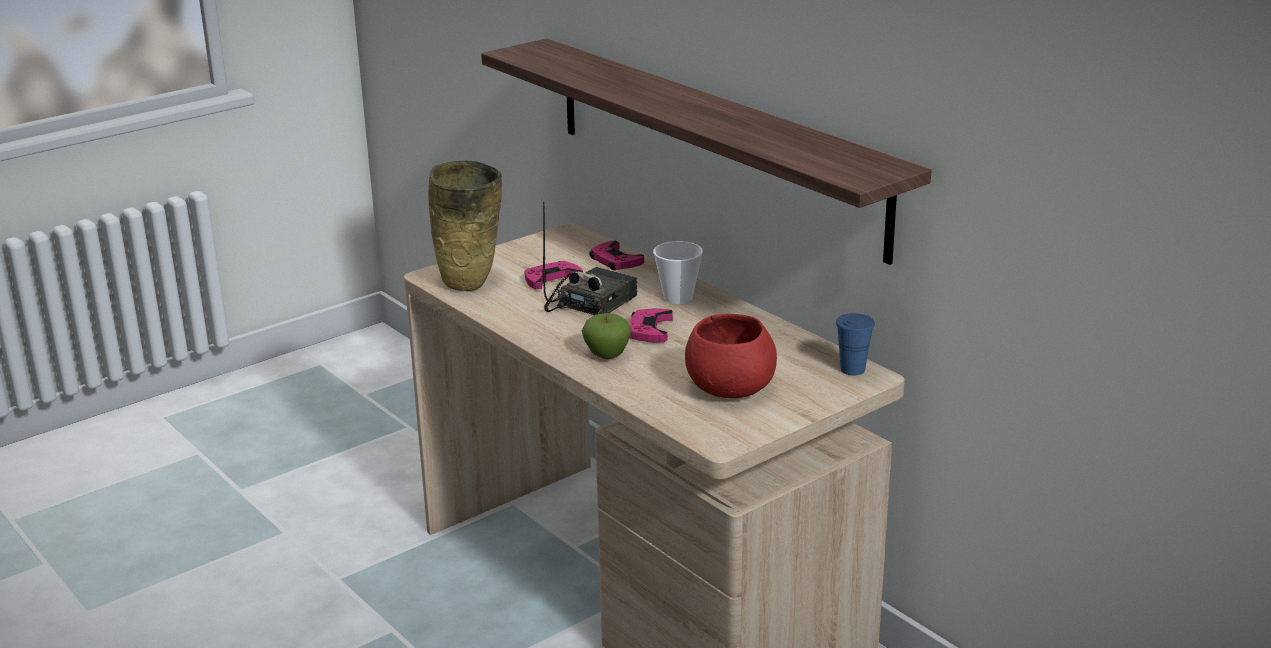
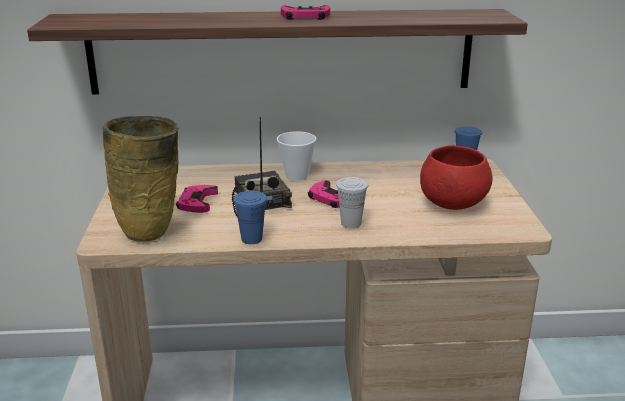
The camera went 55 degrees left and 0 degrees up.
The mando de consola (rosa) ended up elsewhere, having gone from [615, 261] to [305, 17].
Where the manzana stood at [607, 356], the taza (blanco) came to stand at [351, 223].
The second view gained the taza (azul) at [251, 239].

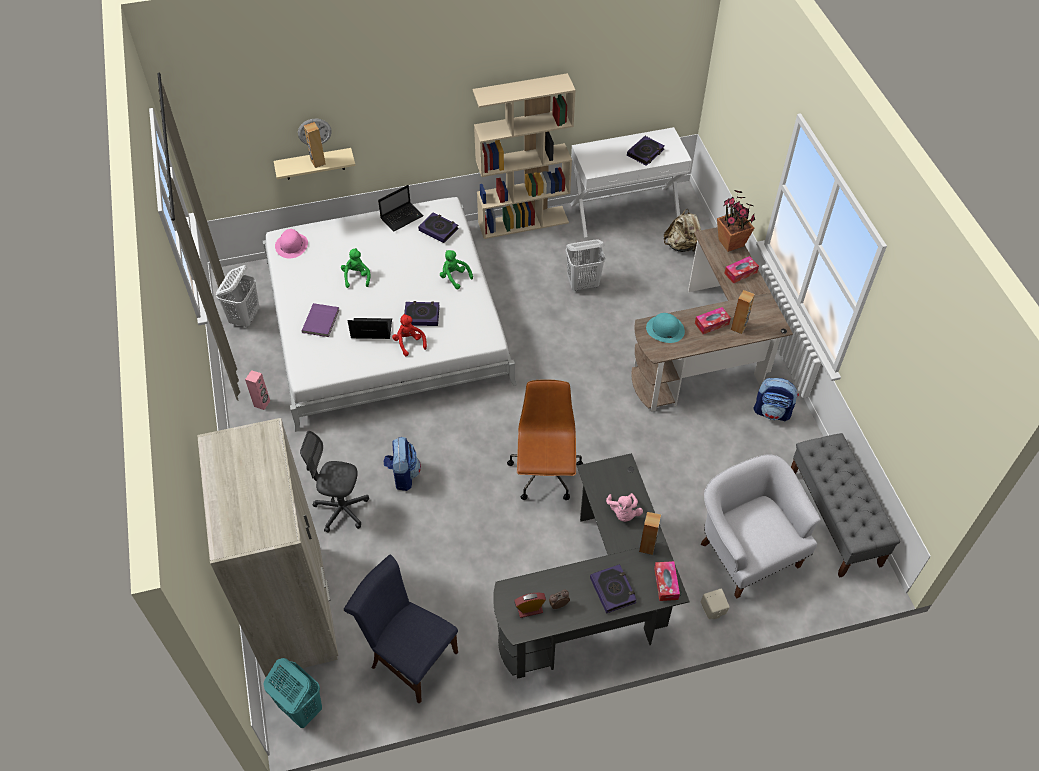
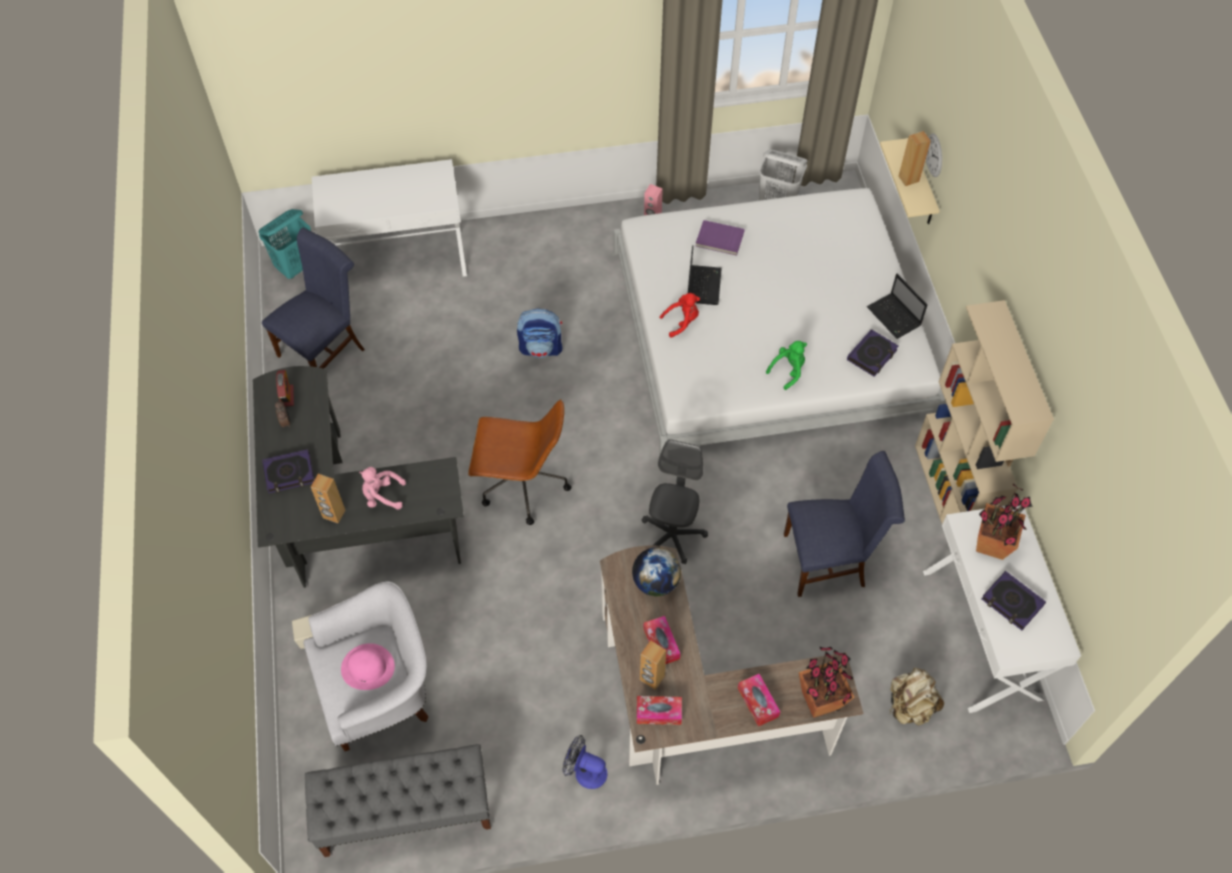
The camera went 95 degrees right and 5 degrees up.
The sombrero (rosa) ended up elsewhere, having gone from [291, 245] to [368, 667].
Where the cesto de la ropa (blanco) stood at [583, 284], the silla (azul) came to stand at [830, 560].
The second view lost the peluche (verde) at [356, 277].
The second view lost the libro at [421, 315].
Where the sombrero (turquesa) stood at [665, 329], the globo terráqueo came to stand at [656, 582].
Where the mochila stood at [772, 412], the ventilador came to stand at [585, 771].
Where the armario ropero (beis) stood at [294, 608], the mesa consola (blanco) came to stand at [399, 259].
The silla de oficina (gris) ended up elsewhere, having gone from [341, 510] to [672, 536].
The caja de pañuelos ended up elsewhere, having gone from [666, 583] to [658, 713].
The second view gained the planta en maceta at [991, 544].

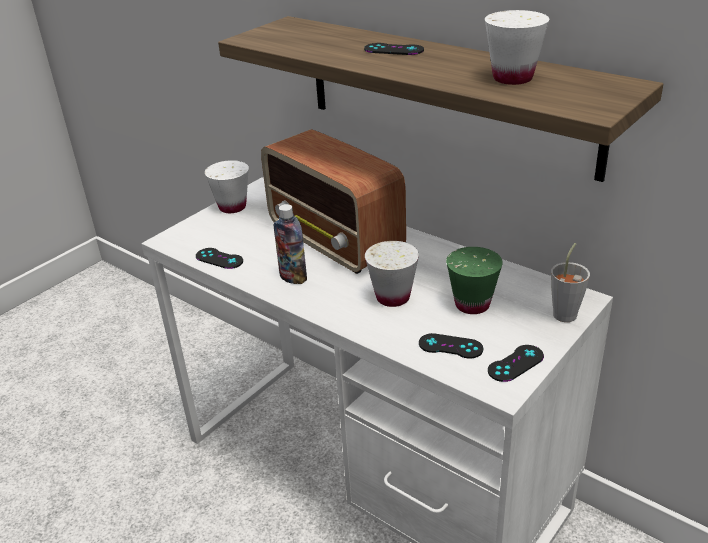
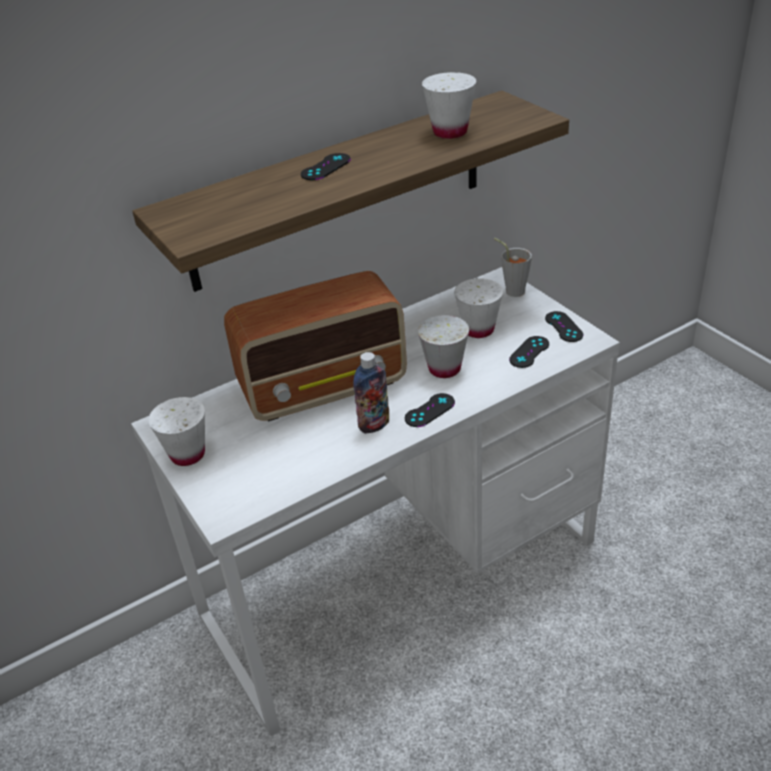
The camera went 70 degrees left and 5 degrees up.
What was the taza (verde) at [472, 304] turned into the taza (blanco) at [478, 330].
The mando de consola (negro) ended up elsewhere, having gone from [219, 258] to [429, 410].

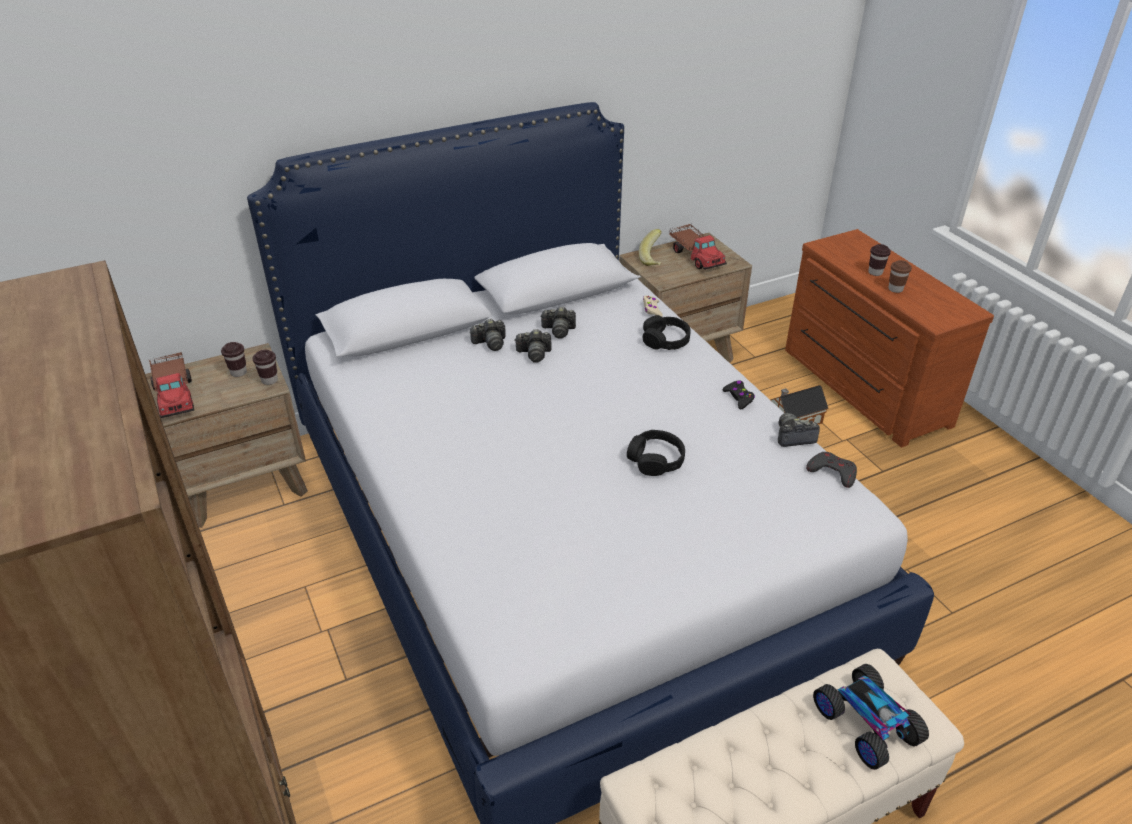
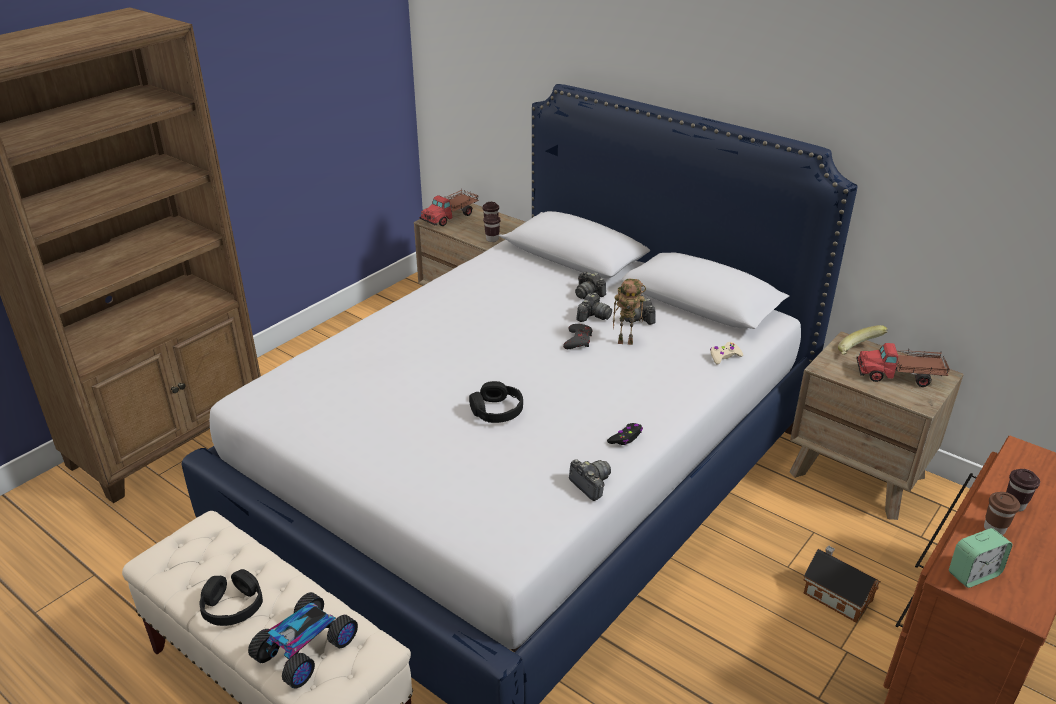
The camera went 65 degrees right and 5 degrees down.
The camión de juguete at [696, 256] ended up facing another way, 60 degrees clockwise from before.
The auriculares (negro) ended up elsewhere, having gone from [665, 340] to [233, 606].
The cámara at [534, 354] ended up facing another way, 120 degrees counterclockwise from before.
The mando de consola (gris) ended up elsewhere, having gone from [832, 472] to [578, 340].
The second view gained the robot de juguete at [626, 341].
The second view gained the despertador at [973, 574].

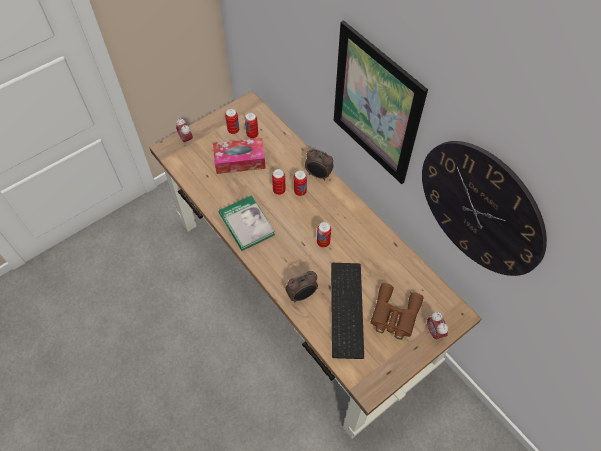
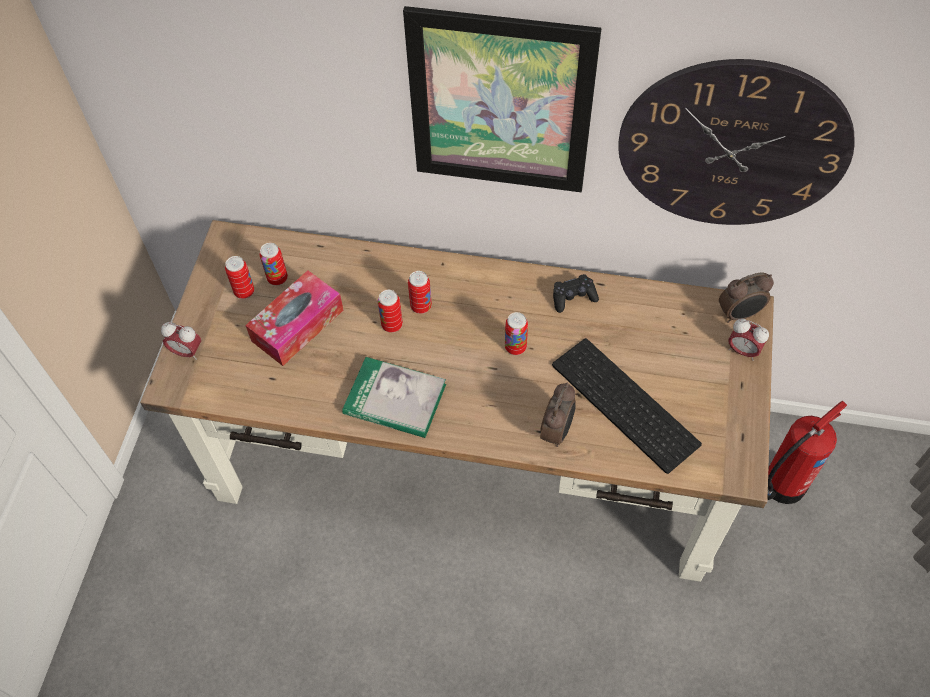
The camera went 40 degrees left and 0 degrees up.
The despertador ended up elsewhere, having gone from [318, 175] to [739, 314].
The second view lost the prismáticos (marrón) at [394, 315].
The second view gained the mando de consola (negro) at [573, 297].
The second view gained the extintor at [781, 485].

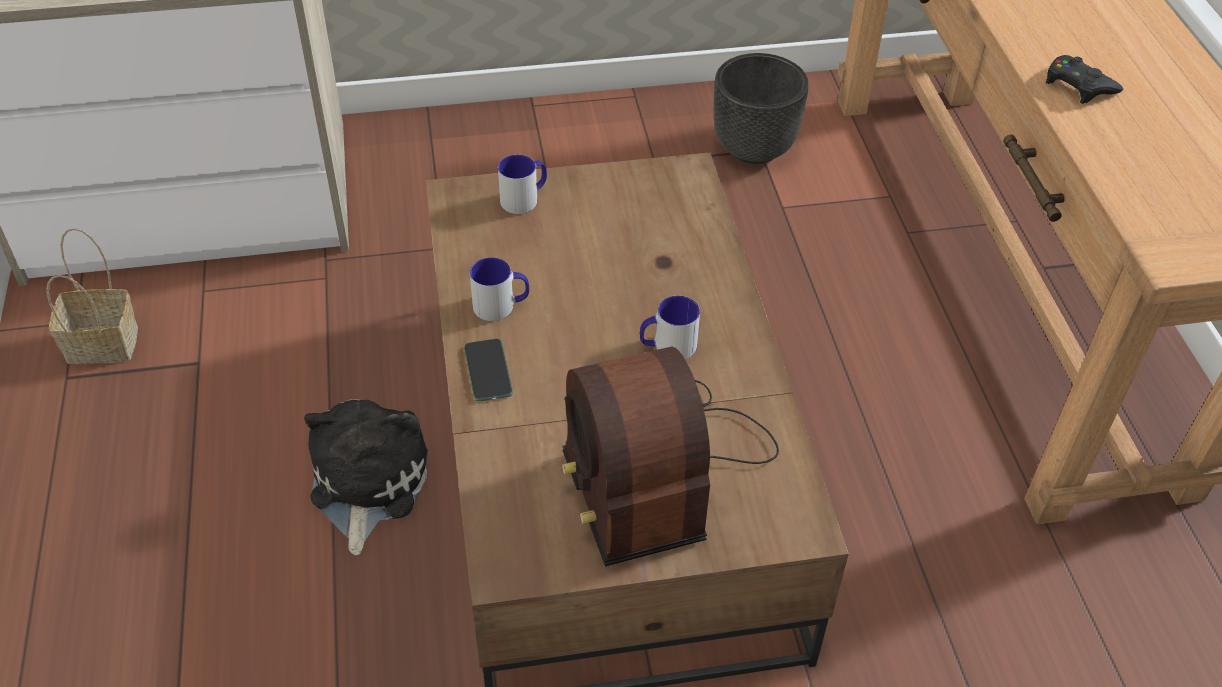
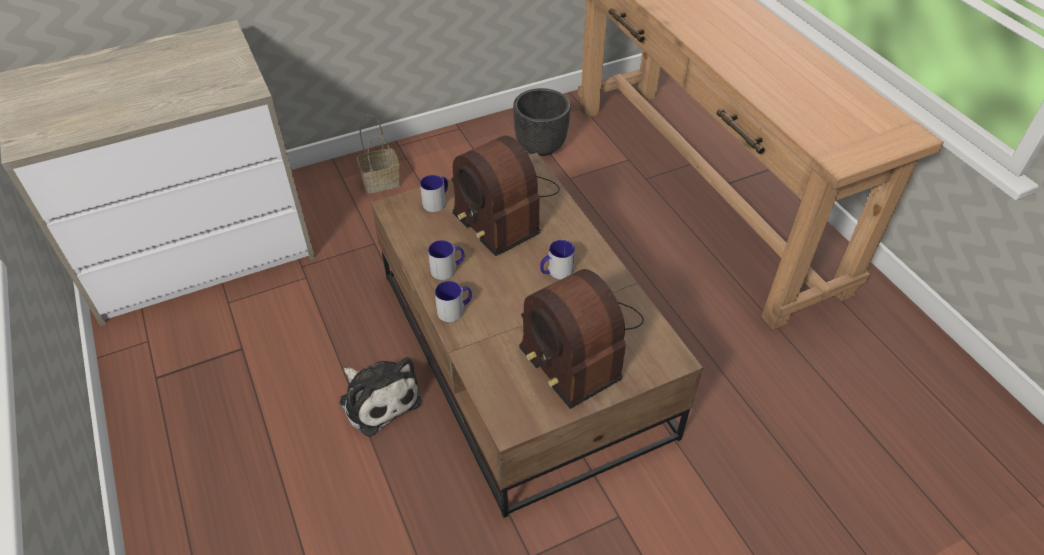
The camera went 15 degrees left and 0 degrees up.
The second view lost the mando de consola (negro) at [1078, 85].
The cesta ended up elsewhere, having gone from [105, 343] to [382, 181].
Where the móvil stood at [488, 371], the taza grande came to stand at [455, 310].
The peluche at [366, 484] ended up facing another way, 150 degrees clockwise from before.
The second view gained the radio at [504, 209].

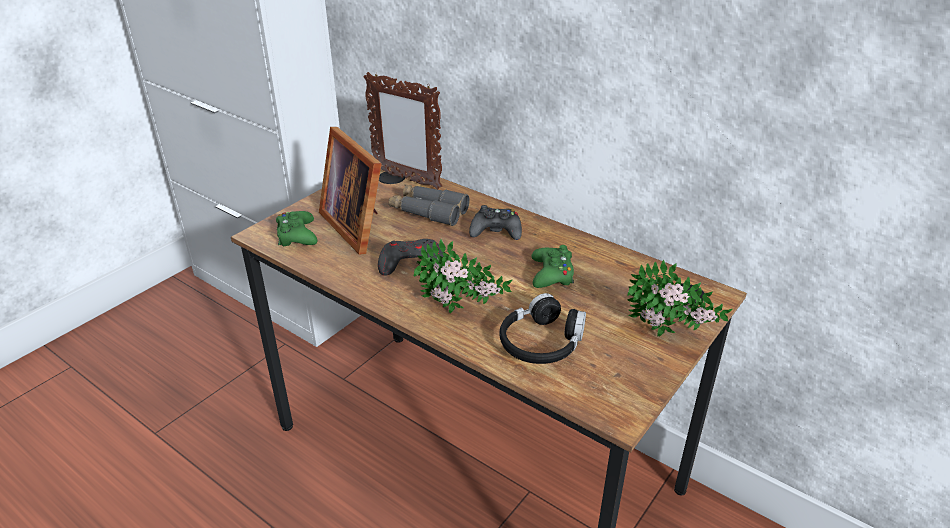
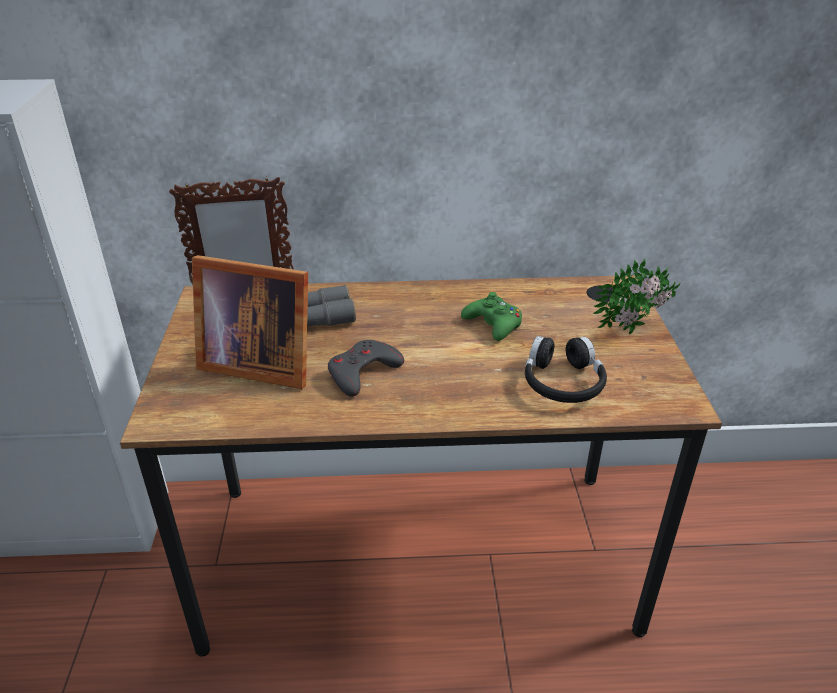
The camera went 40 degrees left and 0 degrees up.
The second view lost the mando de consola (negro) at [496, 231].
The second view lost the mando de consola (verde) at [297, 235].
The second view lost the planta en maceta at [461, 310].

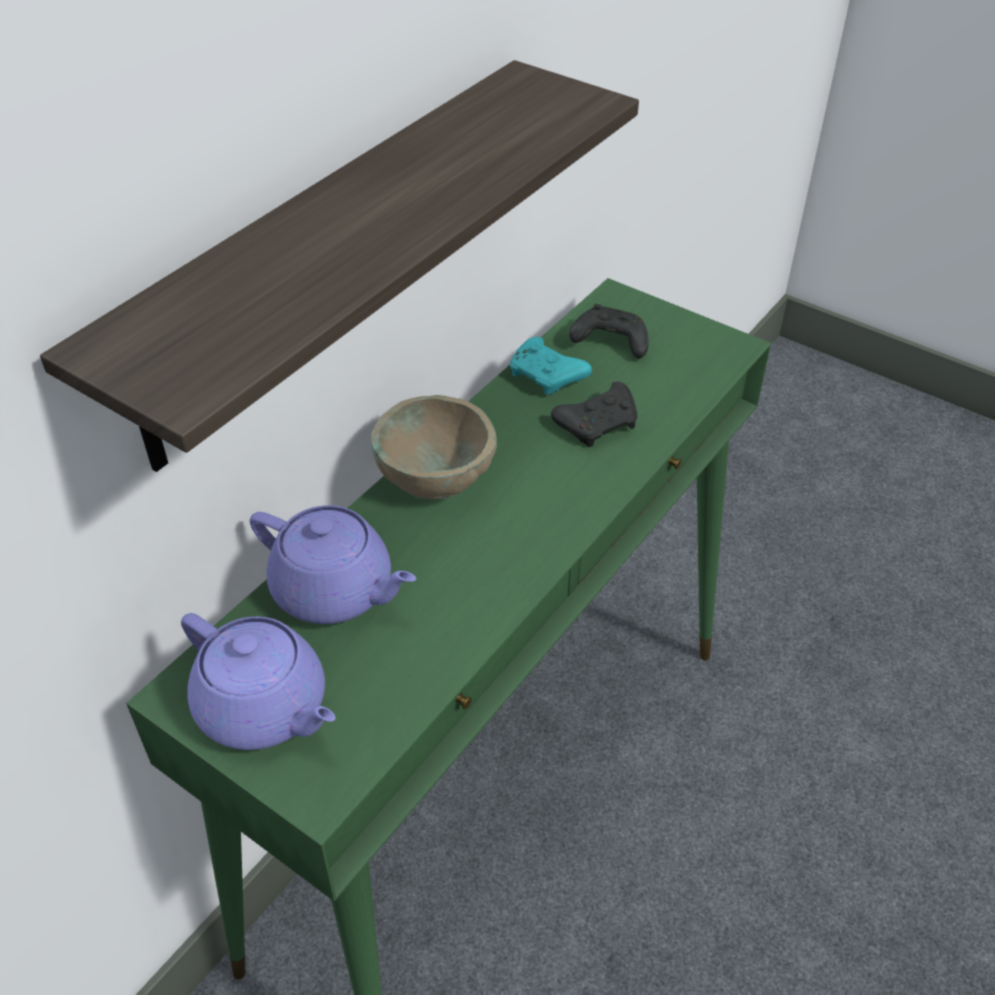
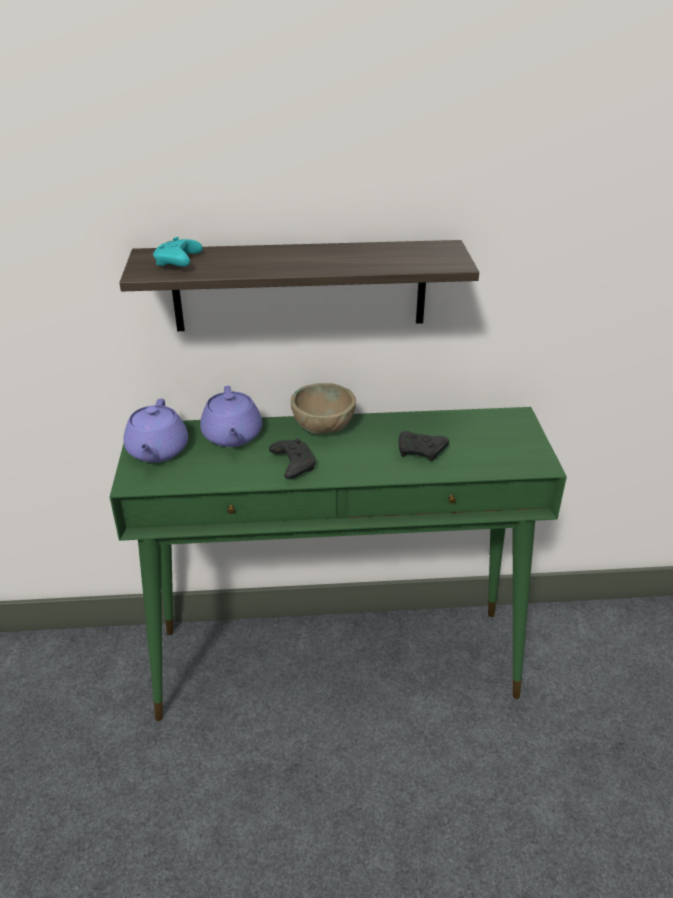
The camera went 50 degrees right and 10 degrees down.
The mando de consola (negro) ended up elsewhere, having gone from [609, 342] to [293, 464].
The mando de consola (turquesa) ended up elsewhere, having gone from [547, 377] to [178, 263].

